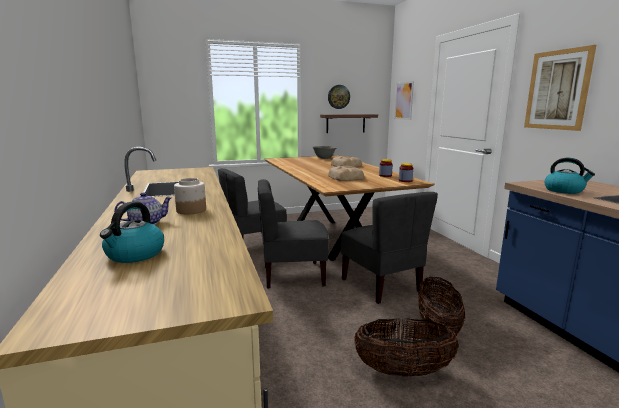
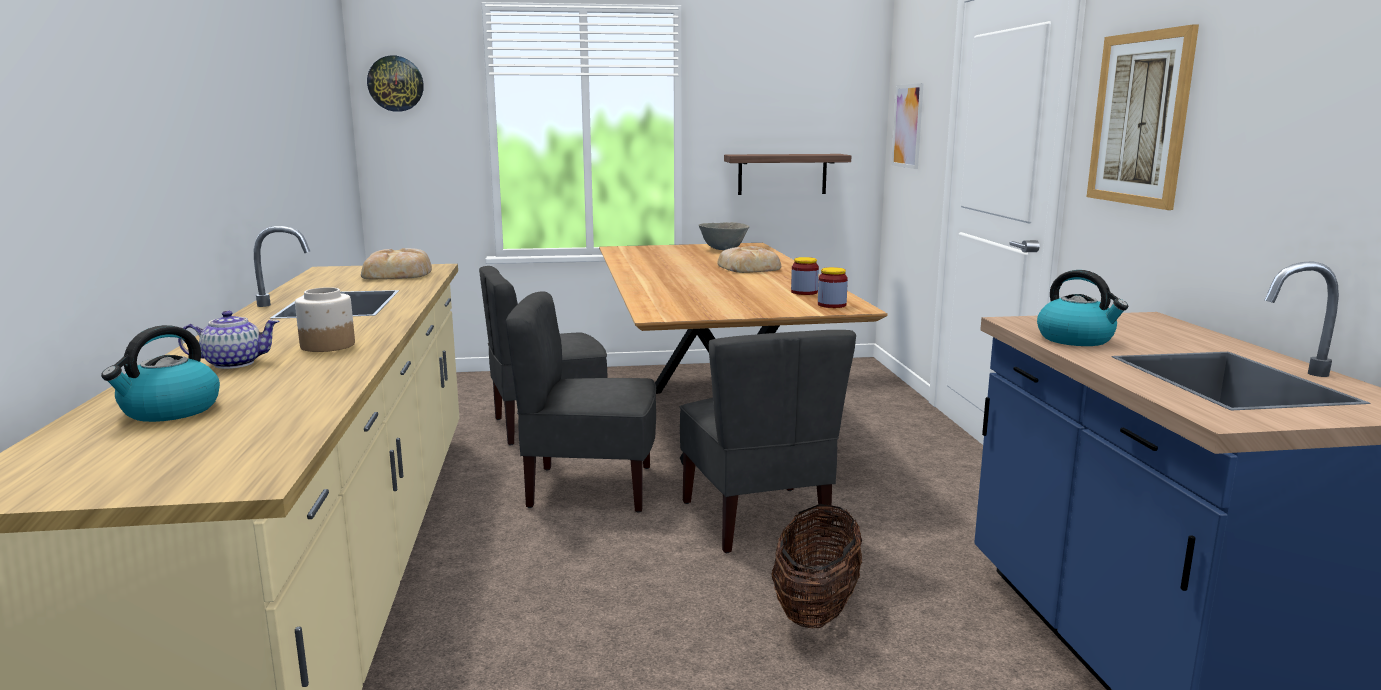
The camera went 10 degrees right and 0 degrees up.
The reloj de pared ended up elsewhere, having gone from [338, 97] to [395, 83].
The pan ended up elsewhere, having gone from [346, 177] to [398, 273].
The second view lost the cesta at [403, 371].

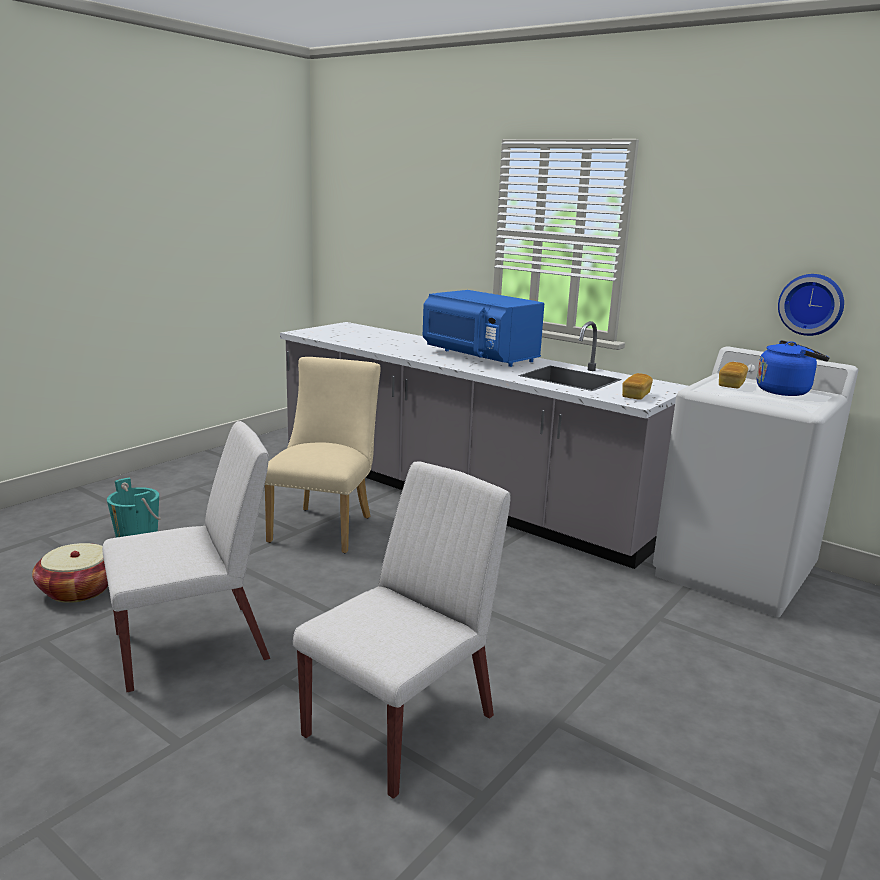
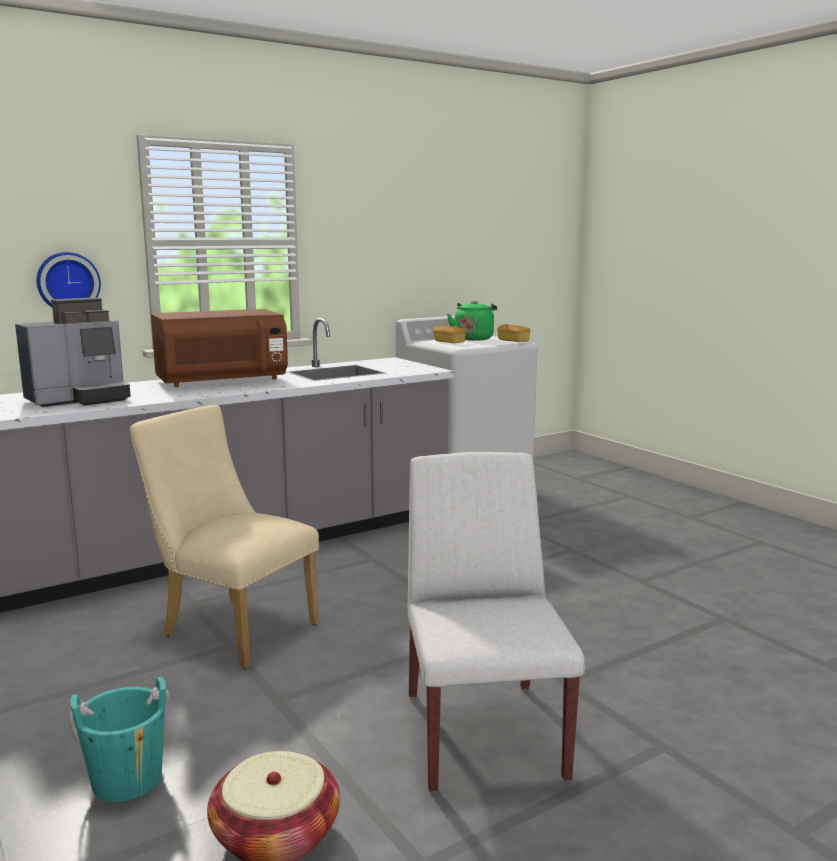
The camera went 70 degrees left and 5 degrees down.
The reloj de pared ended up elsewhere, having gone from [811, 304] to [68, 282].
What was the microondas (azul) at [480, 357] turned into the microondas (marrón) at [222, 381].
What was the hervidor (azul) at [786, 391] turned into the hervidor (verde) at [474, 338].
The pan ended up elsewhere, having gone from [636, 396] to [513, 341].
The second view lost the silla (blanco) at [401, 725].
The second view gained the cafetera at [80, 399].

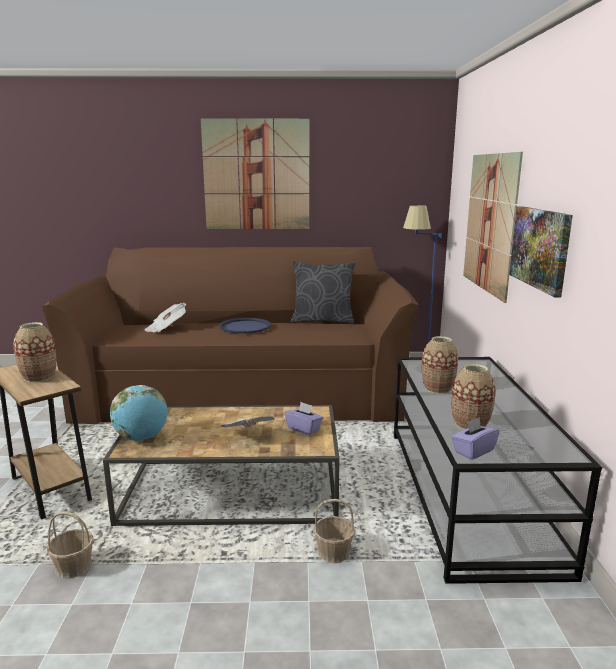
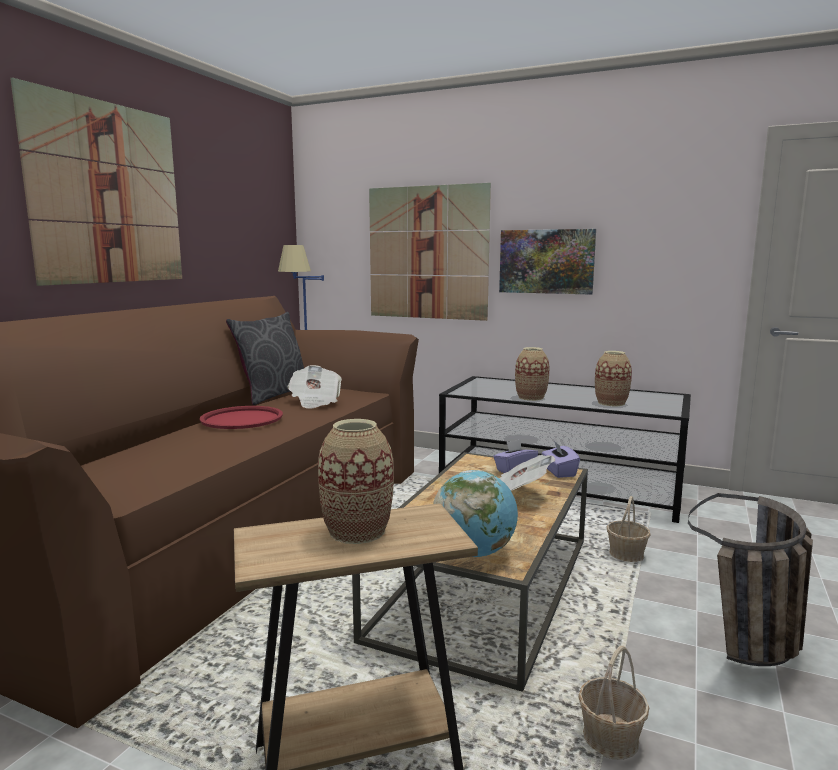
The camera went 65 degrees left and 5 degrees down.
The periódico ended up elsewhere, having gone from [166, 329] to [315, 401].
What was the bandeja (azul) at [245, 326] turned into the bandeja (rojo) at [242, 419].
The caja de pañuelos (morado) ended up elsewhere, having gone from [473, 451] to [559, 472].
The second view gained the cesta at [751, 653].

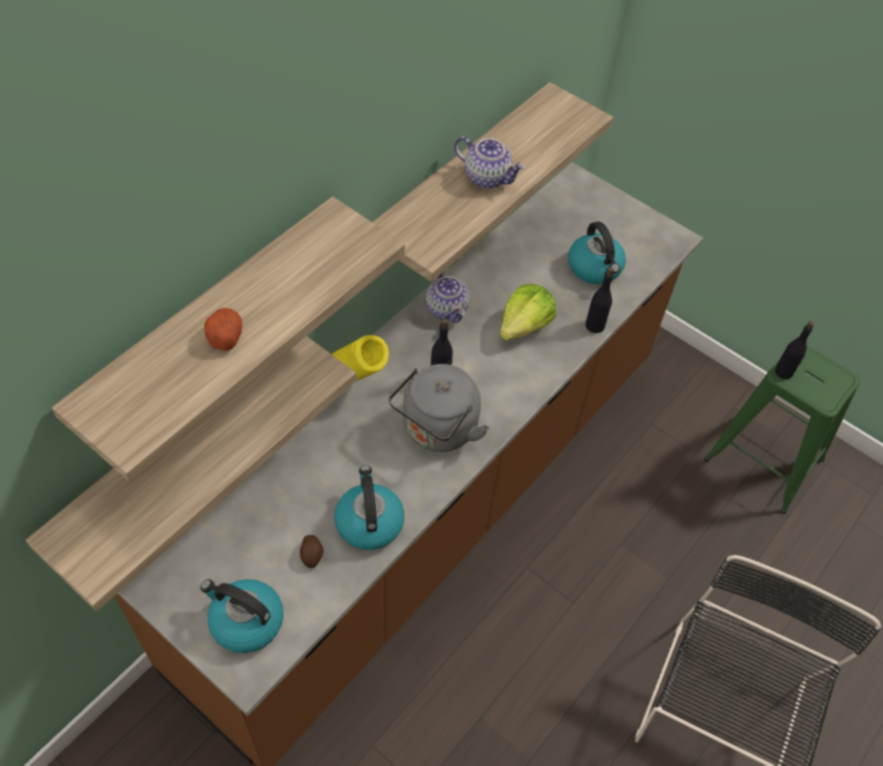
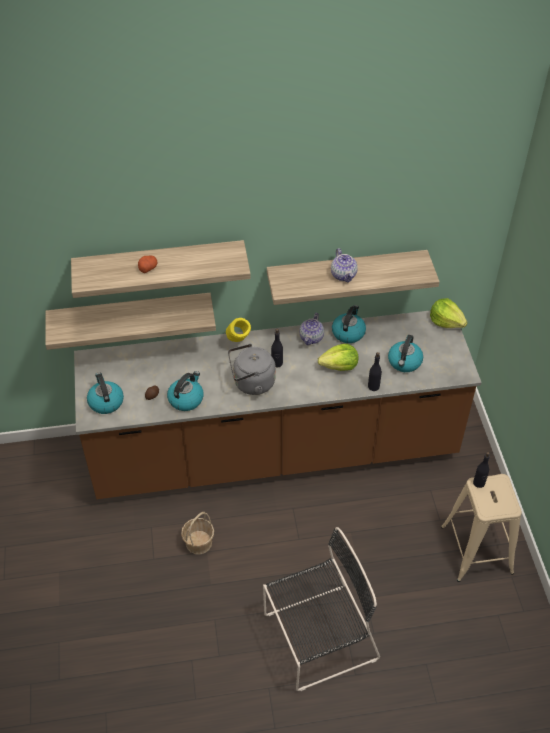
The camera went 45 degrees right and 5 degrees down.
What was the taburete (verde) at [764, 459] turned into the taburete (beis) at [476, 549].
The second view gained the lechuga at [446, 321].
The second view gained the hervidor at [348, 332].
The second view gained the cesta at [198, 542].

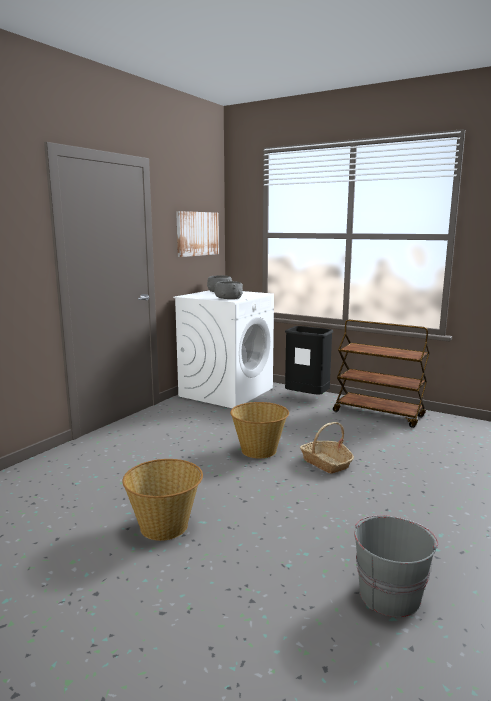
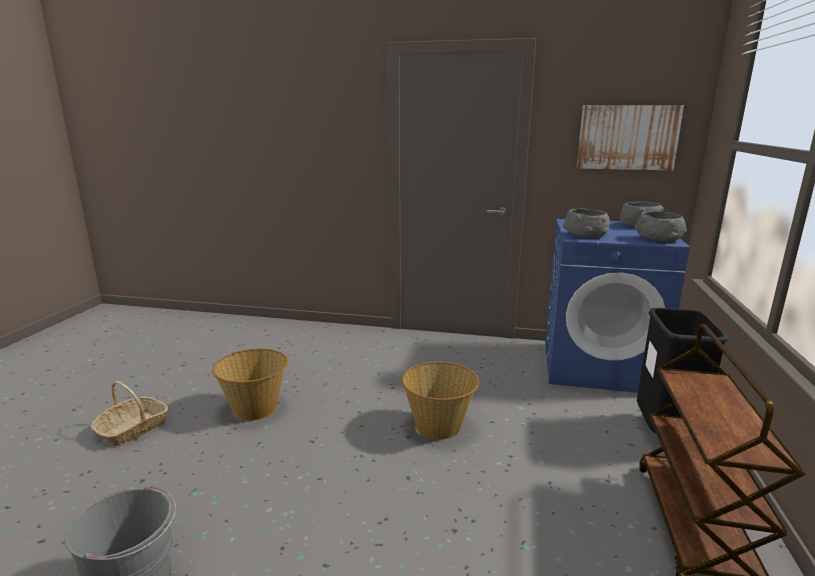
The camera went 70 degrees right and 5 degrees up.
What was the lavadora (blanco) at [226, 392] turned into the lavadora (azul) at [598, 366].
The cesta ended up elsewhere, having gone from [326, 463] to [133, 429].
The second view gained the cuenco (gris) at [658, 239].

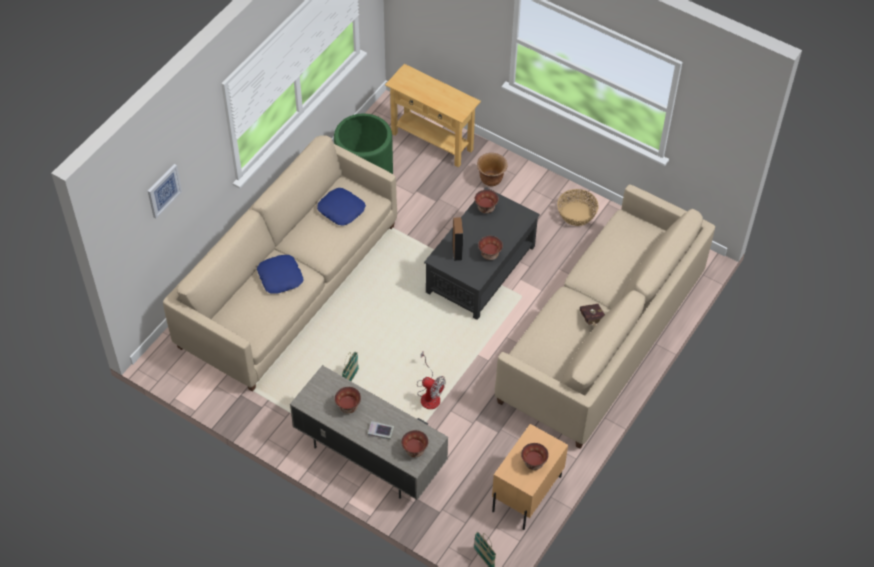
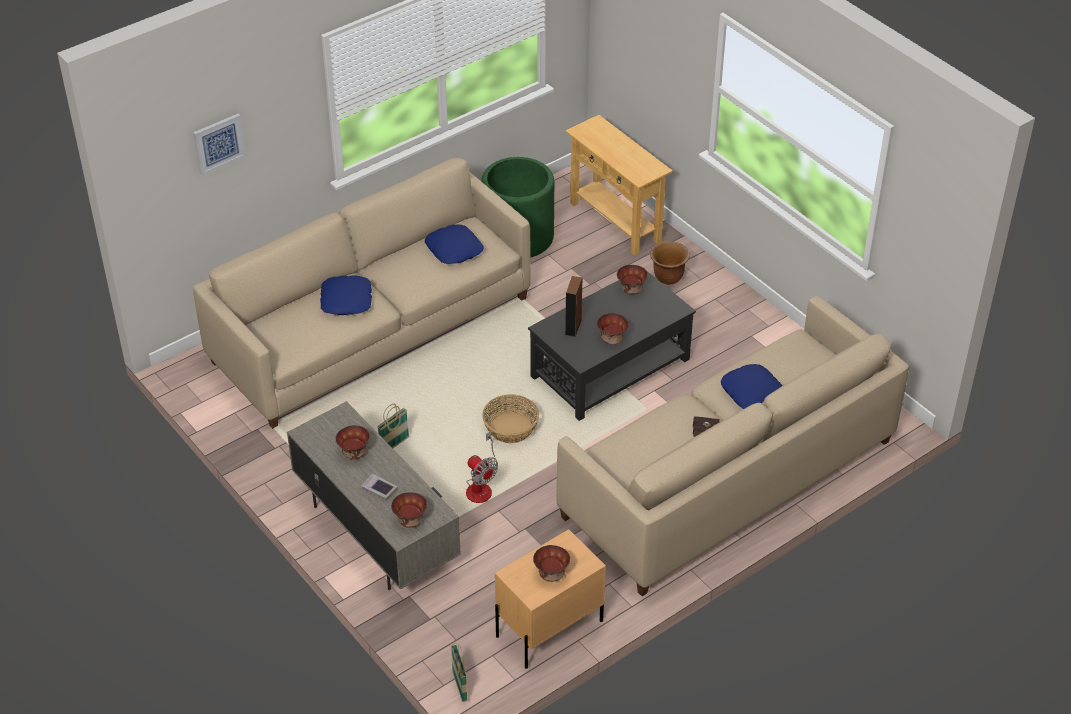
The camera went 20 degrees right and 10 degrees down.
The cesta ended up elsewhere, having gone from [576, 213] to [511, 428].
The second view gained the cojín (azul) at [752, 392].

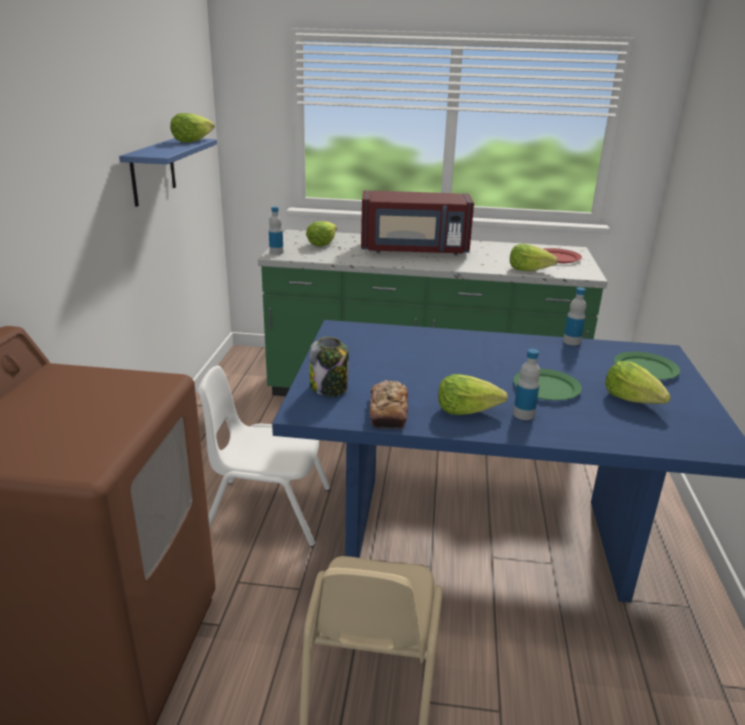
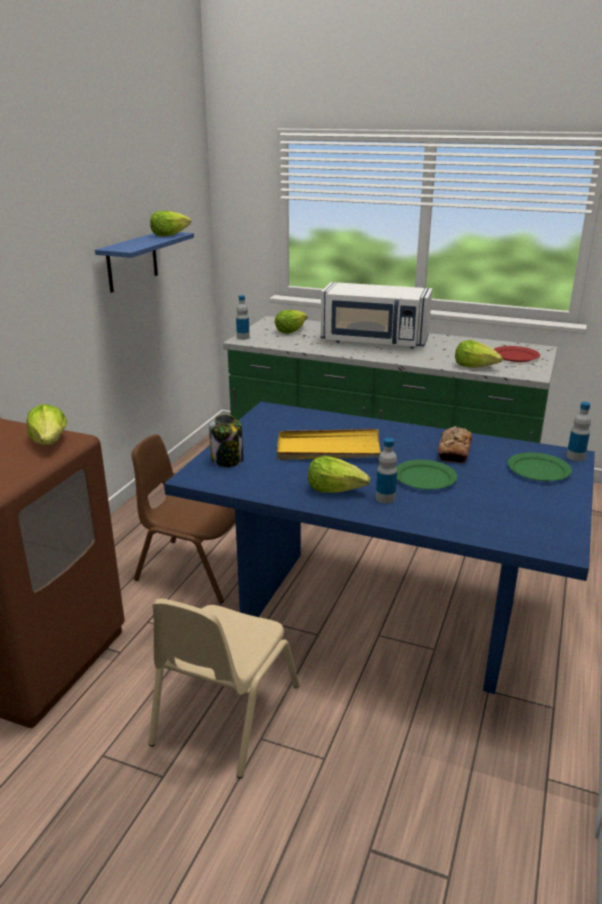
The camera went 15 degrees right and 0 degrees up.
What was the microondas (rojo) at [414, 250] turned into the microondas (blanco) at [374, 341].
The botella ended up elsewhere, having gone from [571, 341] to [575, 457].
The lechuga ended up elsewhere, having gone from [633, 399] to [50, 442].
What was the silla (blanco) at [268, 511] turned into the silla (marrón) at [195, 569].
The pan ended up elsewhere, having gone from [388, 411] to [454, 450].
The second view gained the bandeja (amarillo) at [328, 449].

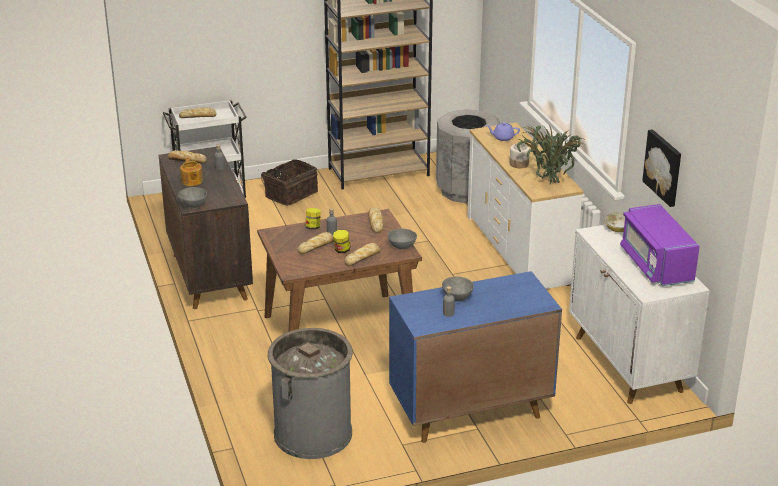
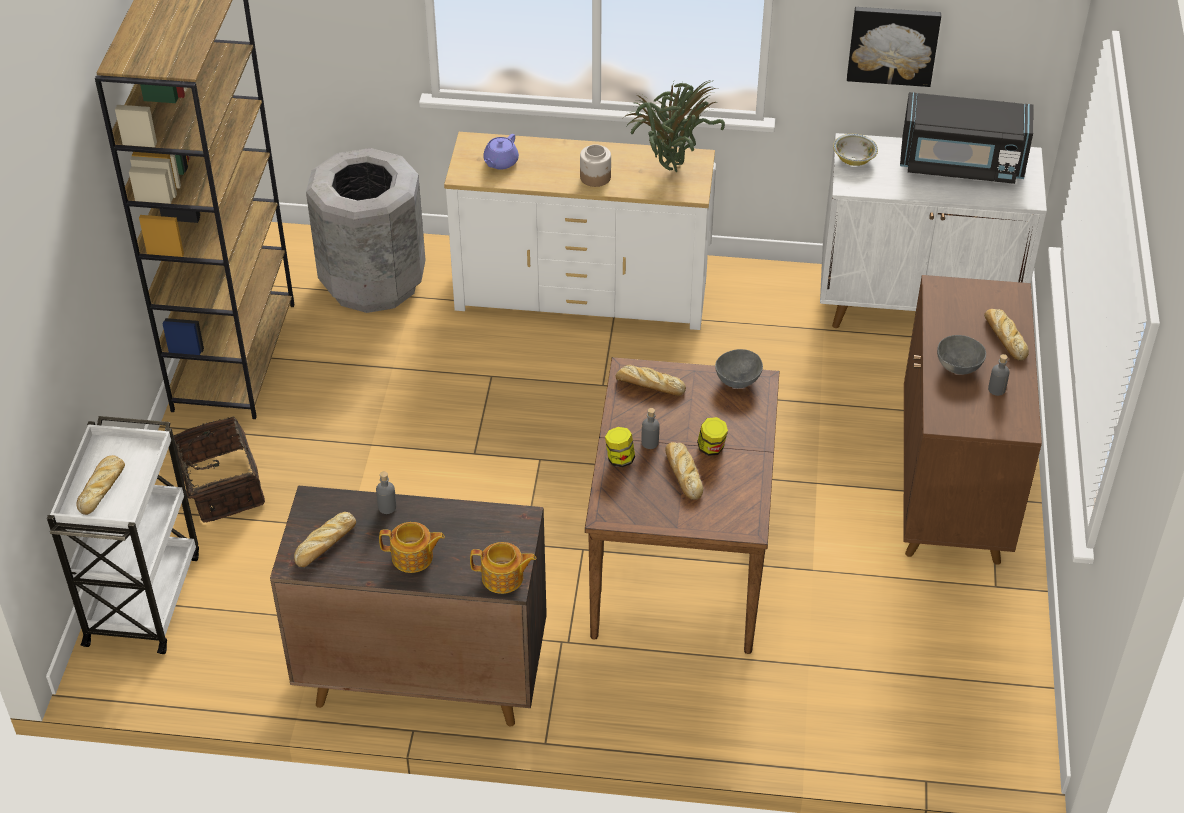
The camera went 65 degrees left and 15 degrees up.
Where the cuenco (gris) stood at [193, 204], the tetera came to stand at [503, 578].
What was the microondas (morado) at [655, 264] turned into the microondas (negro) at [961, 164].
The pan ended up elsewhere, having gone from [363, 257] to [1004, 337].
What was the armario (azul) at [469, 411] turned into the armario (marrón) at [951, 492].
The second view lost the papelera (gris) at [313, 433].

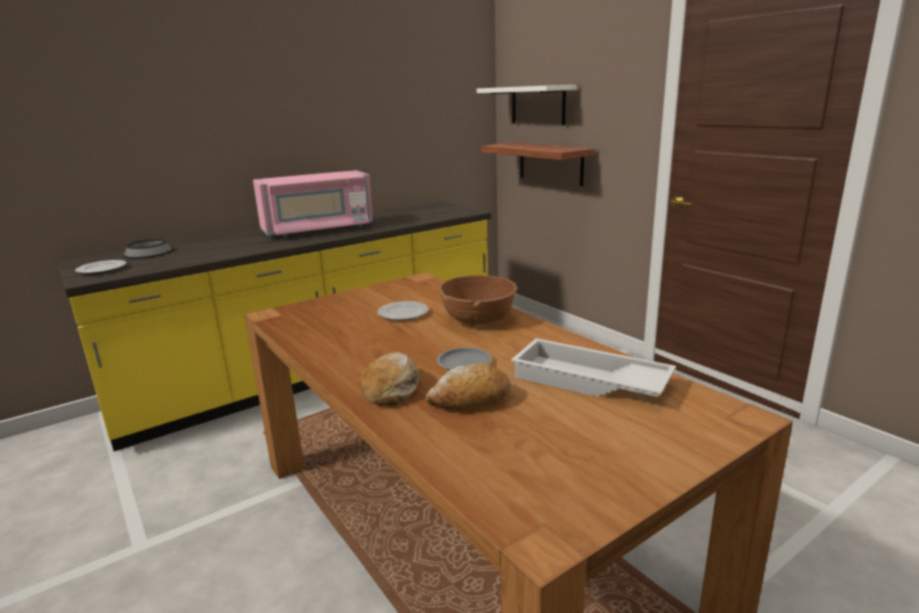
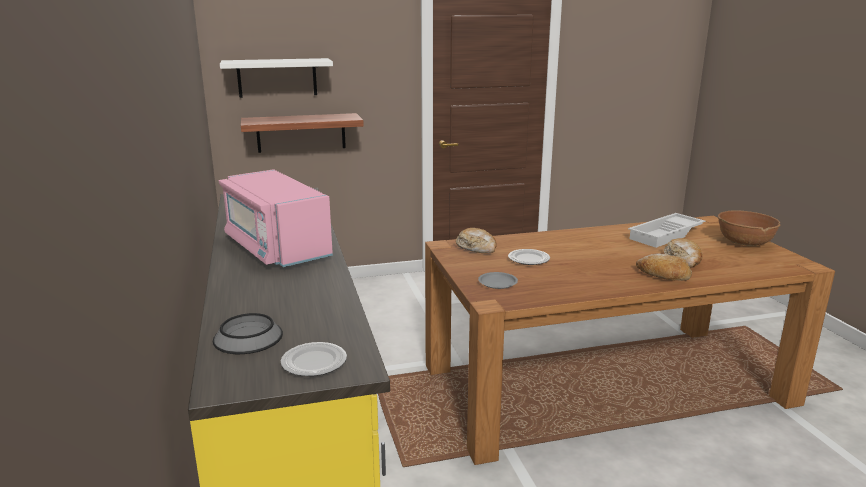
The camera went 70 degrees left and 0 degrees up.
The microondas (rosa) at [318, 230] ended up facing another way, 150 degrees clockwise from before.
The cuenco (marrón) ended up elsewhere, having gone from [478, 320] to [744, 243].
The plato (gris) ended up elsewhere, having gone from [463, 363] to [497, 283].
The second view gained the pan at [476, 248].

